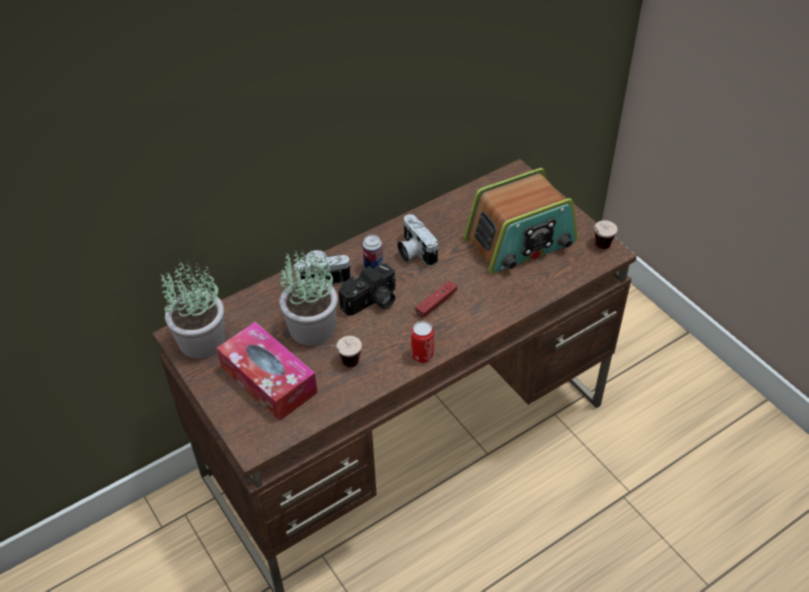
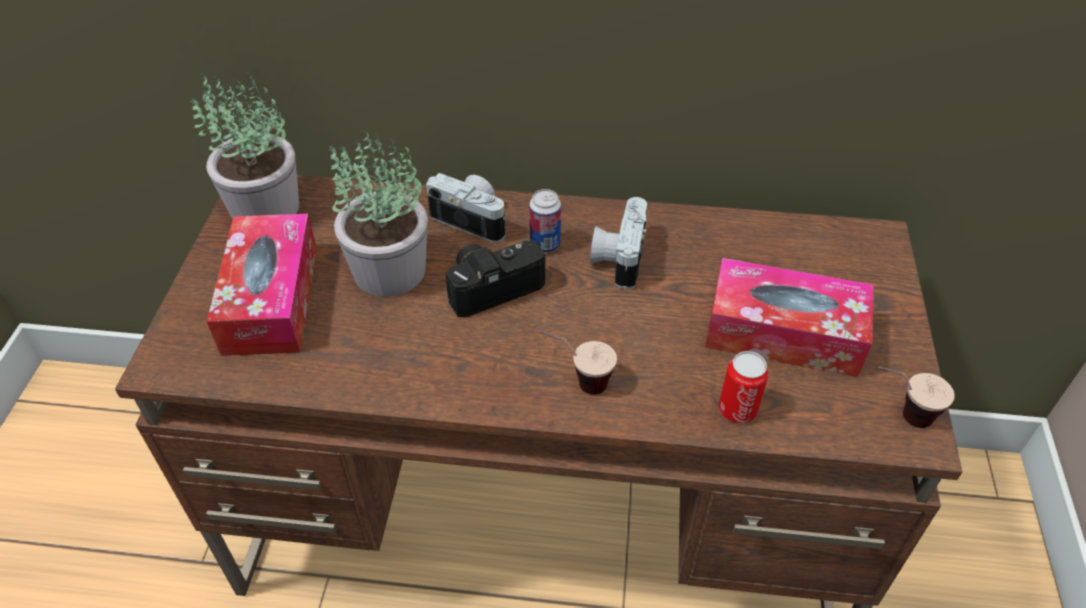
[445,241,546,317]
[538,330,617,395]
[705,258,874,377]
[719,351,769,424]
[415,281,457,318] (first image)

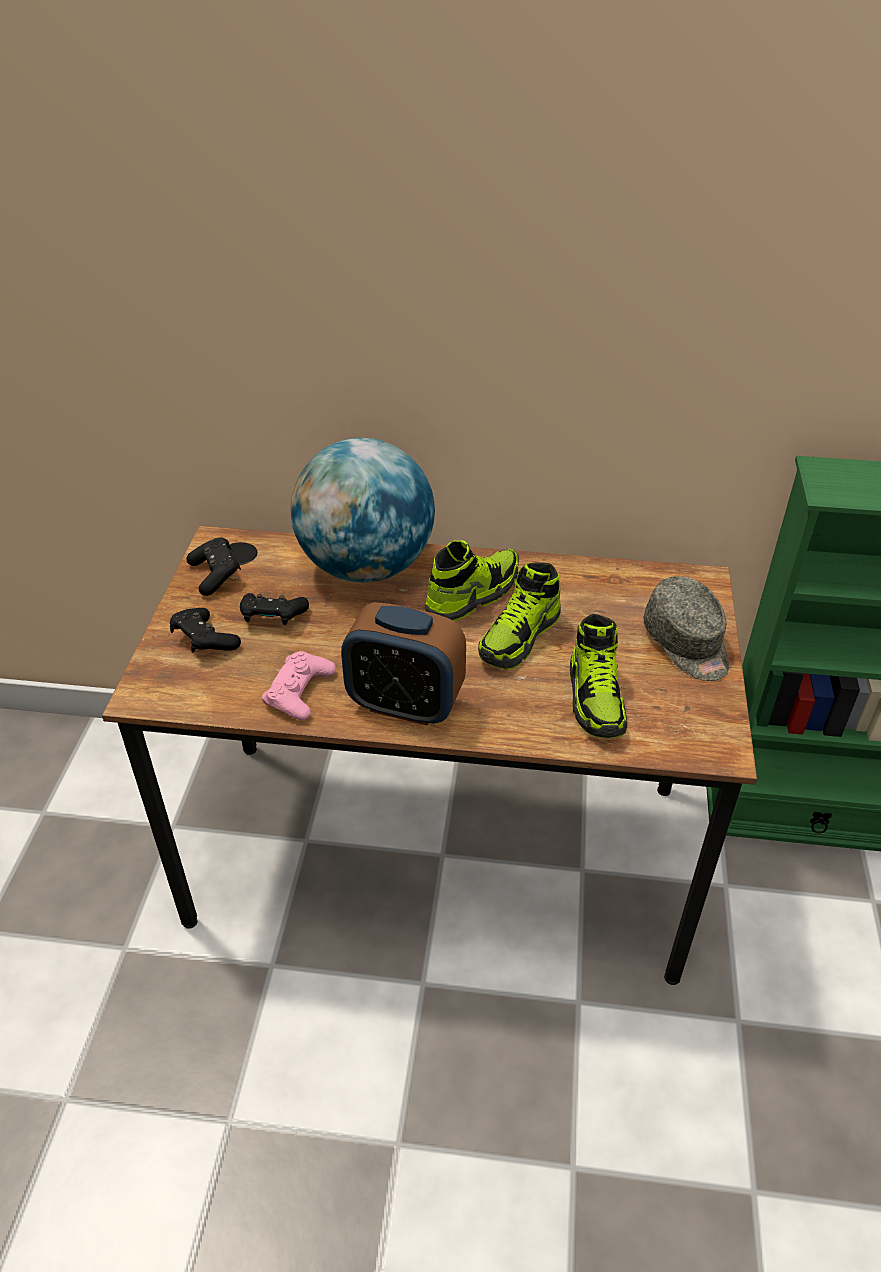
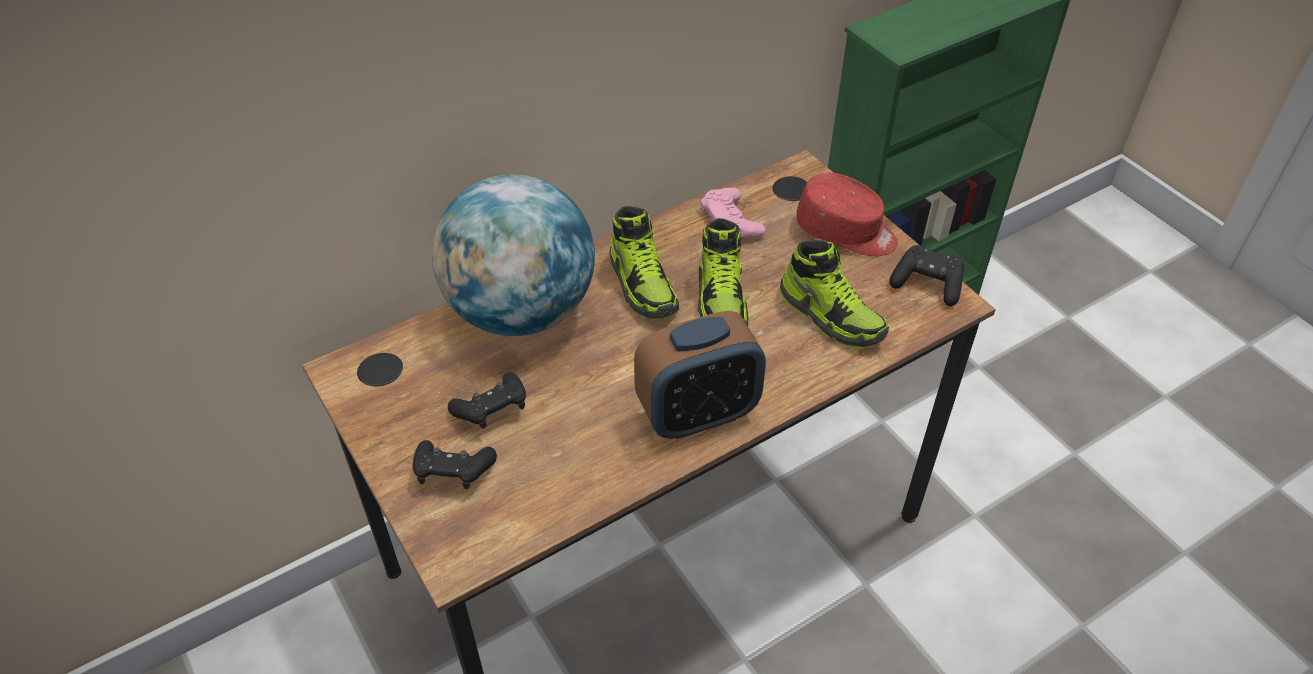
[610,206,679,319]
[700,188,766,238]
[796,172,898,256]
[890,245,964,306]

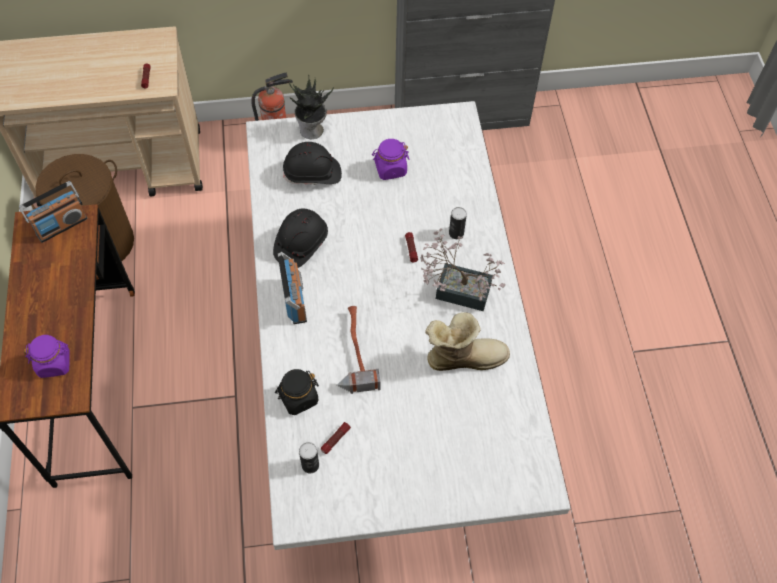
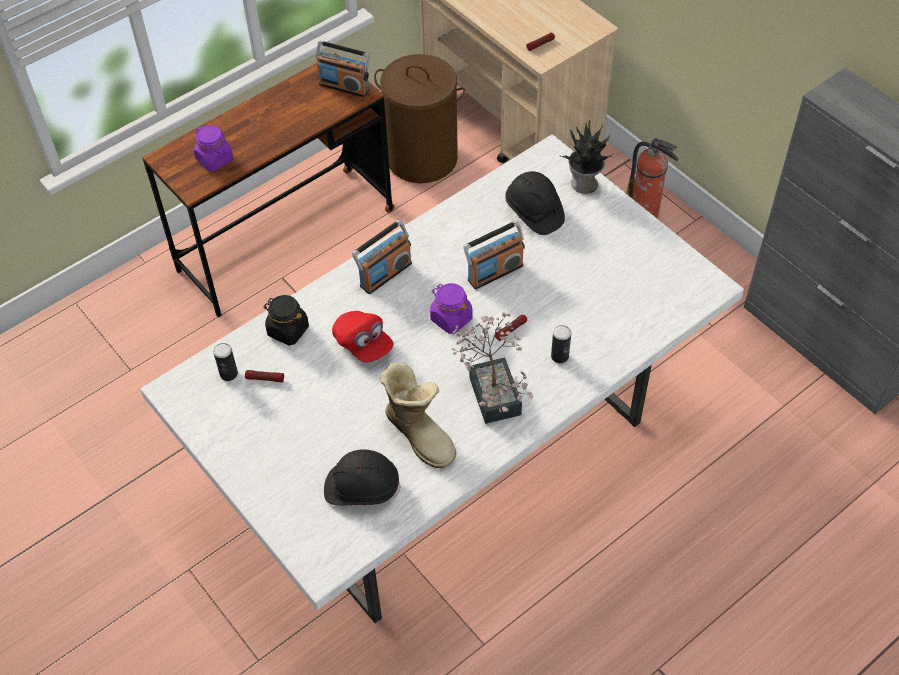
[324,449,401,506]
[332,311,393,362]
[430,283,473,334]
[463,221,525,290]

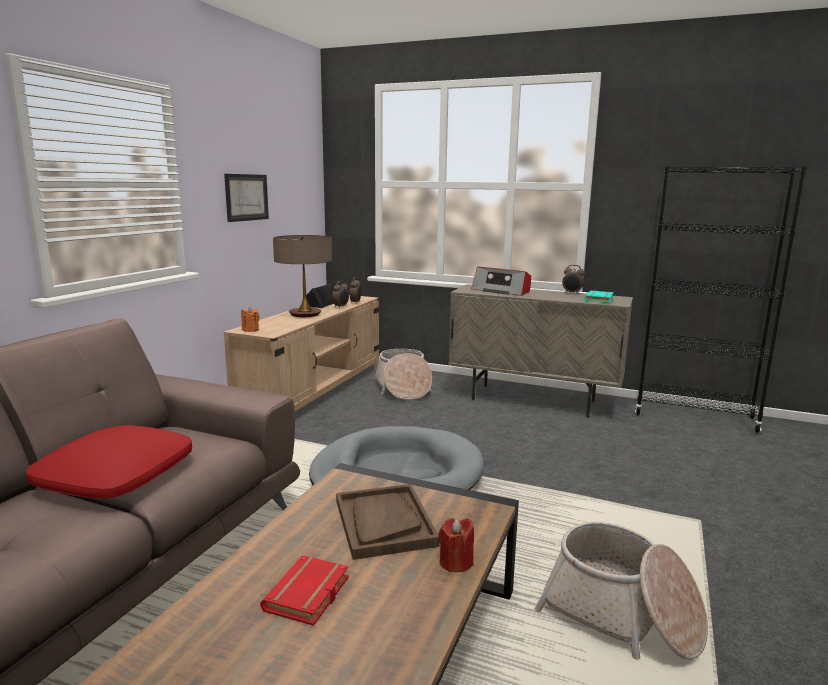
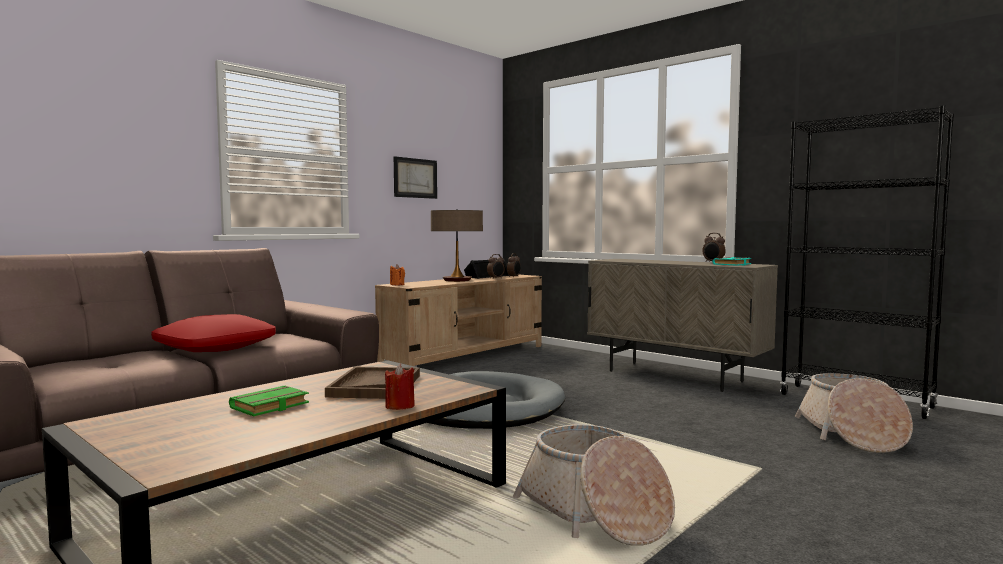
[229,386,309,416]
[795,373,913,453]
[471,266,531,296] (first image)

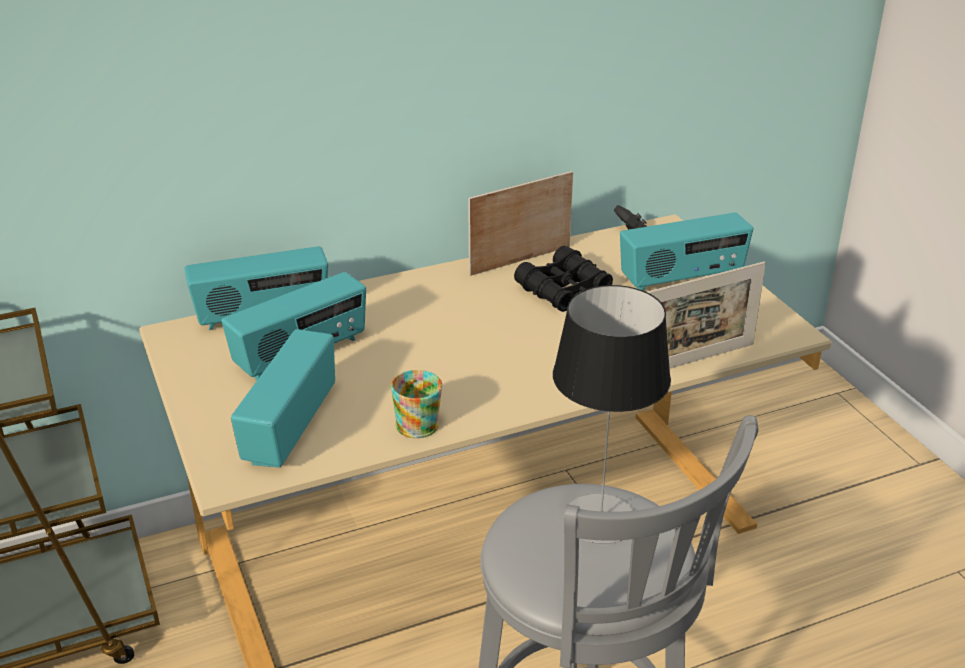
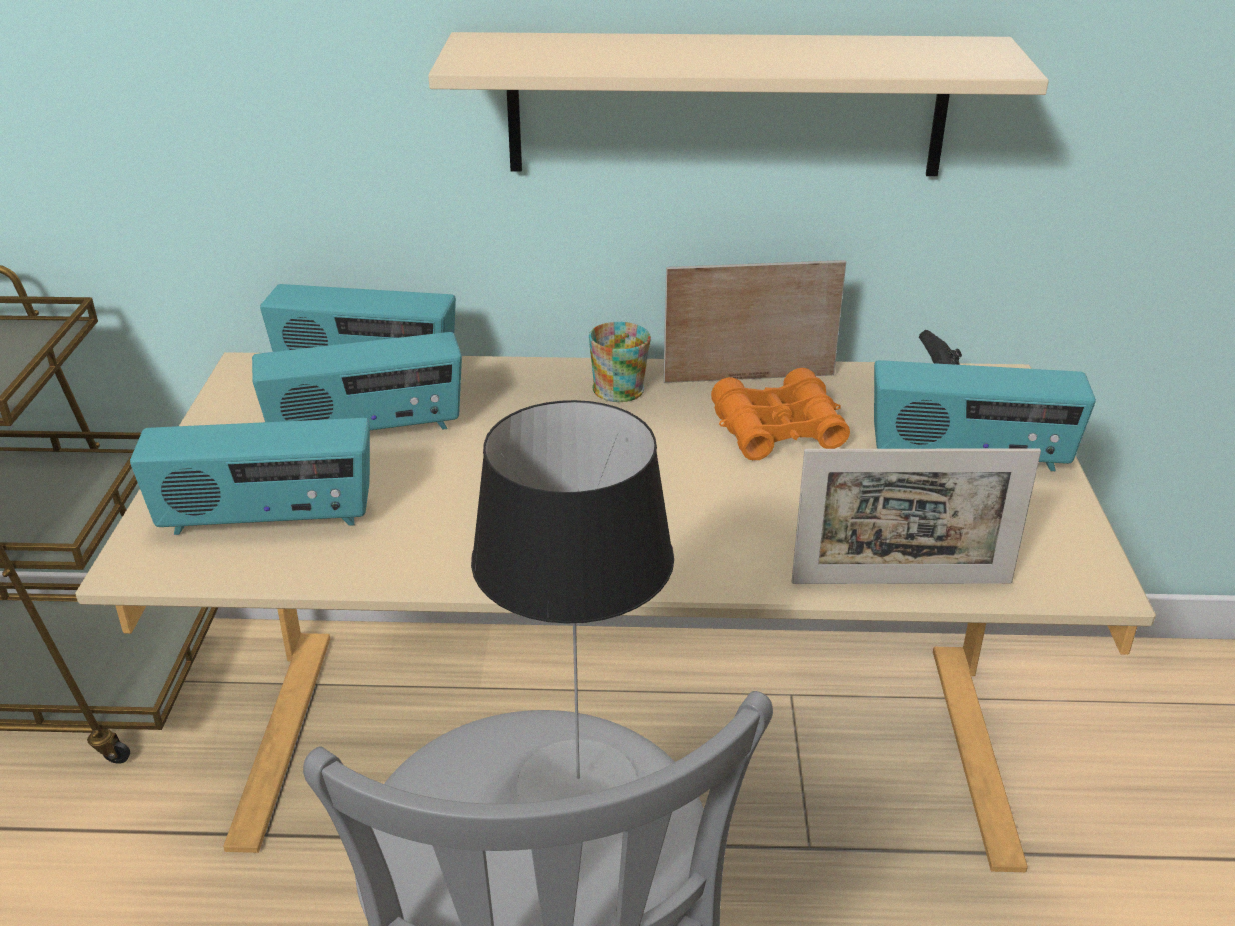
[130,418,370,535]
[428,32,1049,176]
[589,322,651,402]
[711,368,850,460]

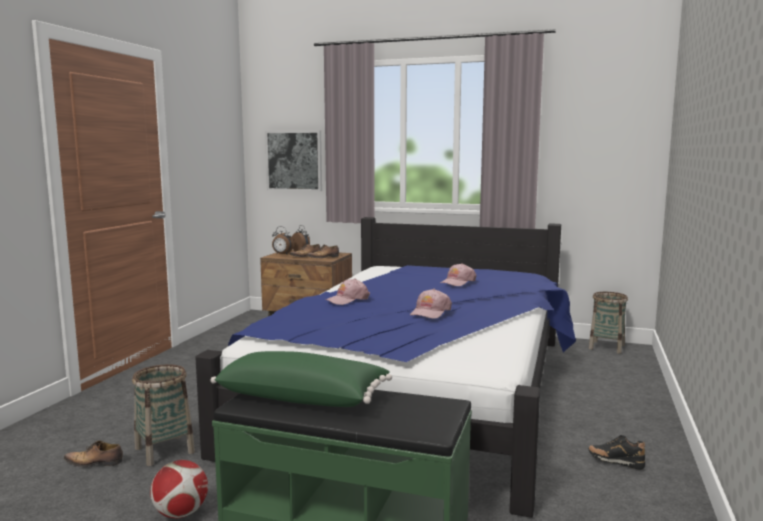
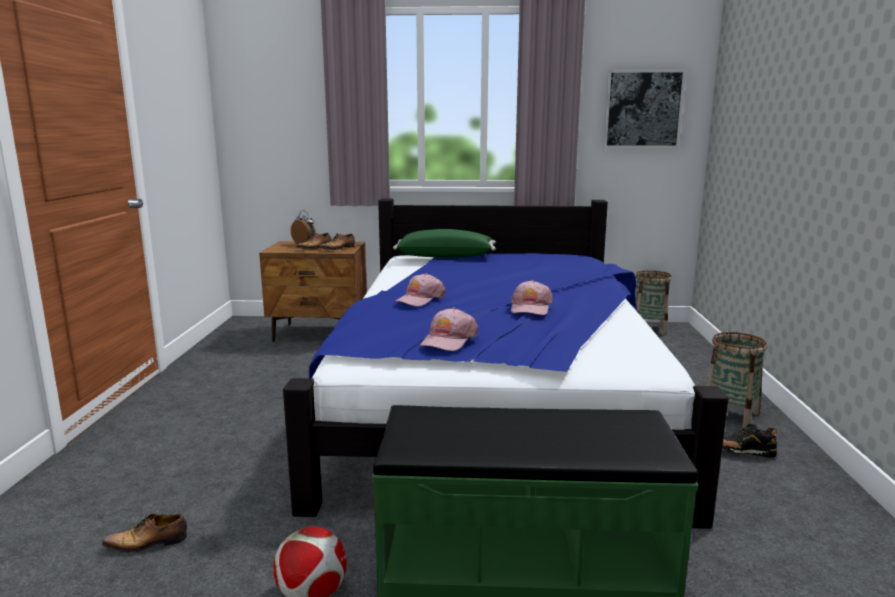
[393,229,496,258]
[420,308,478,351]
[603,69,686,148]
[706,332,767,428]
[272,226,294,255] (first image)

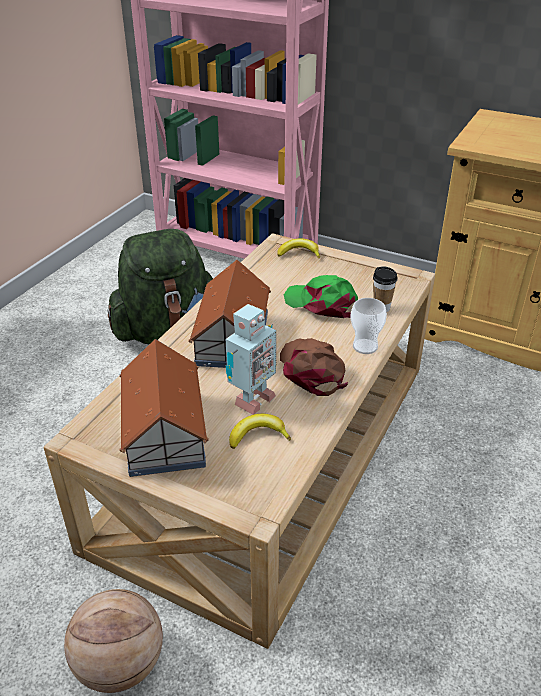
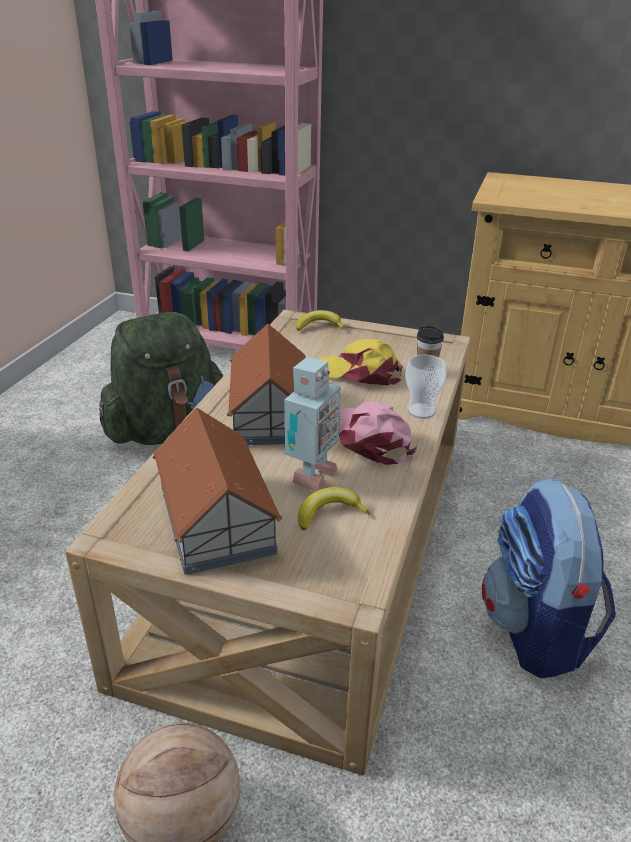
[319,339,402,385]
[339,401,417,465]
[482,478,616,679]

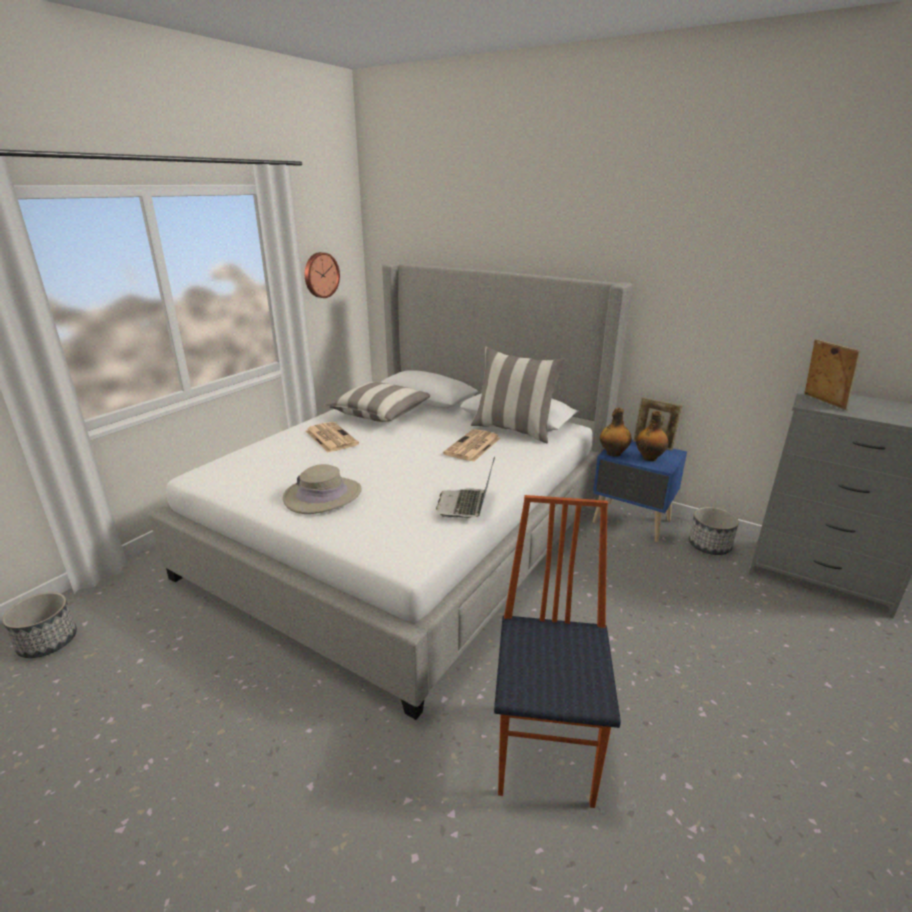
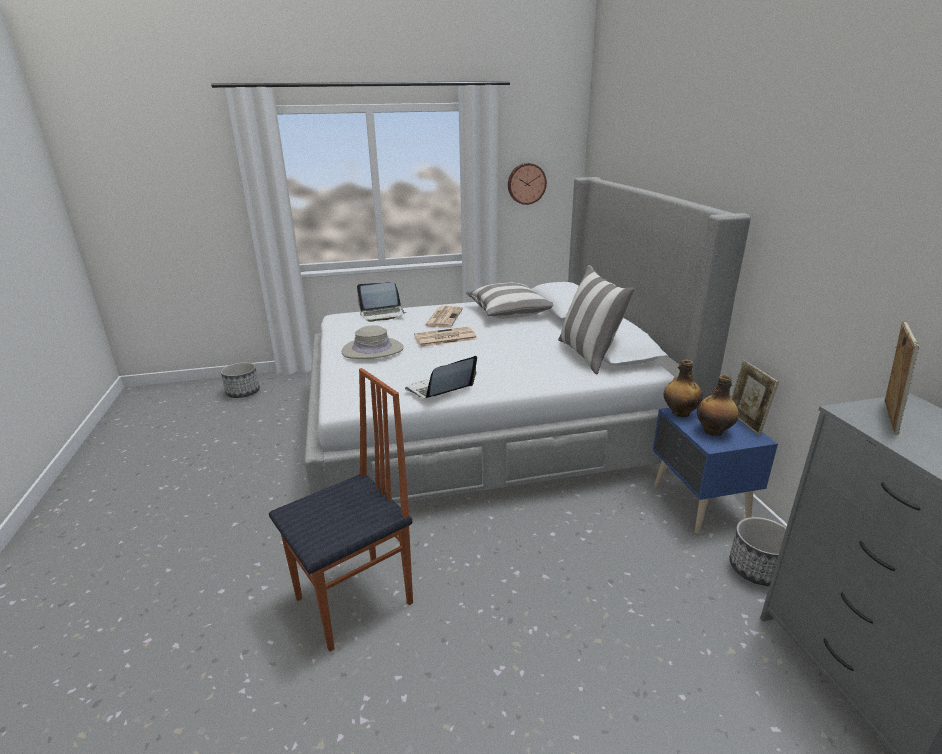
[357,282,407,322]
[414,327,477,347]

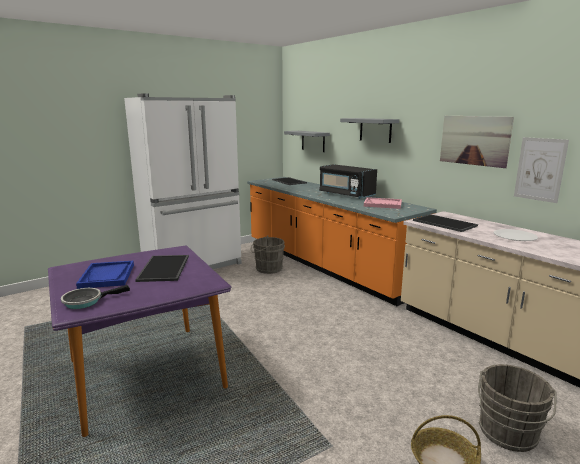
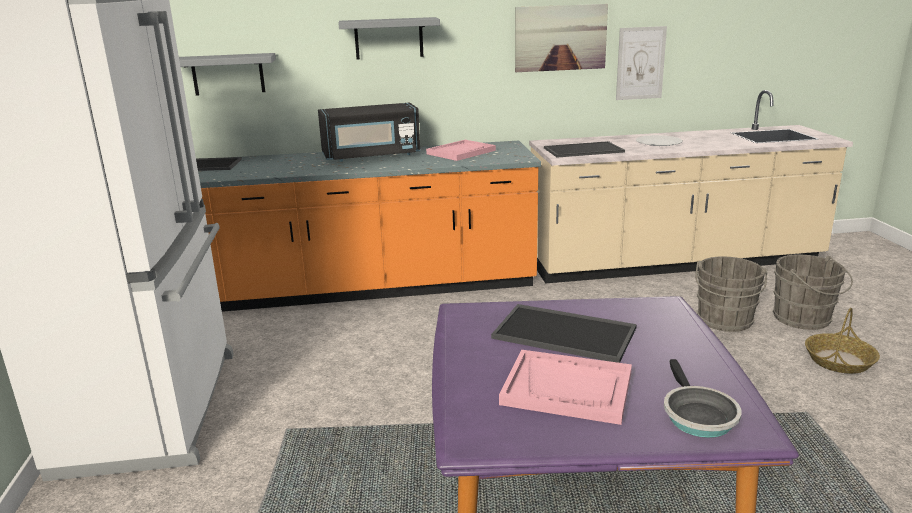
[499,350,632,425]
[695,257,767,332]

